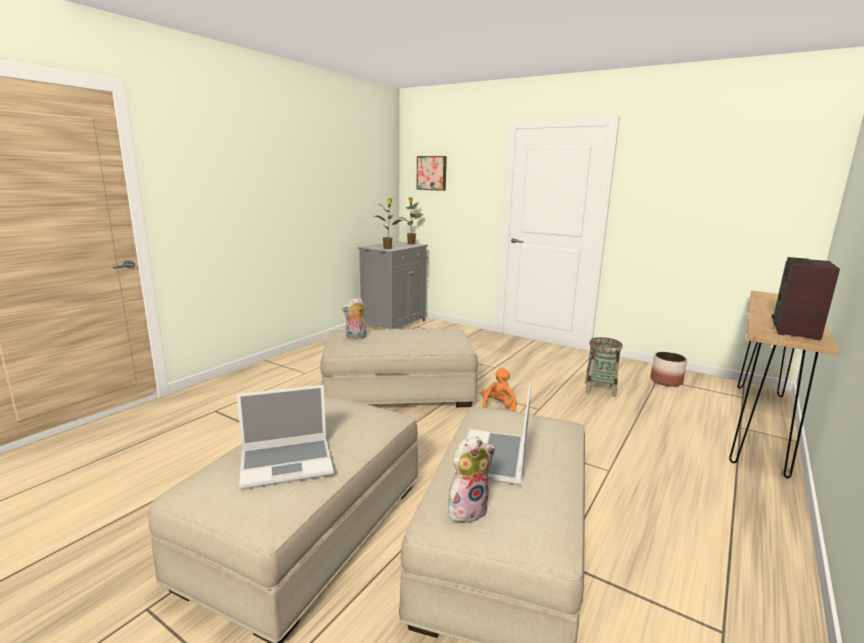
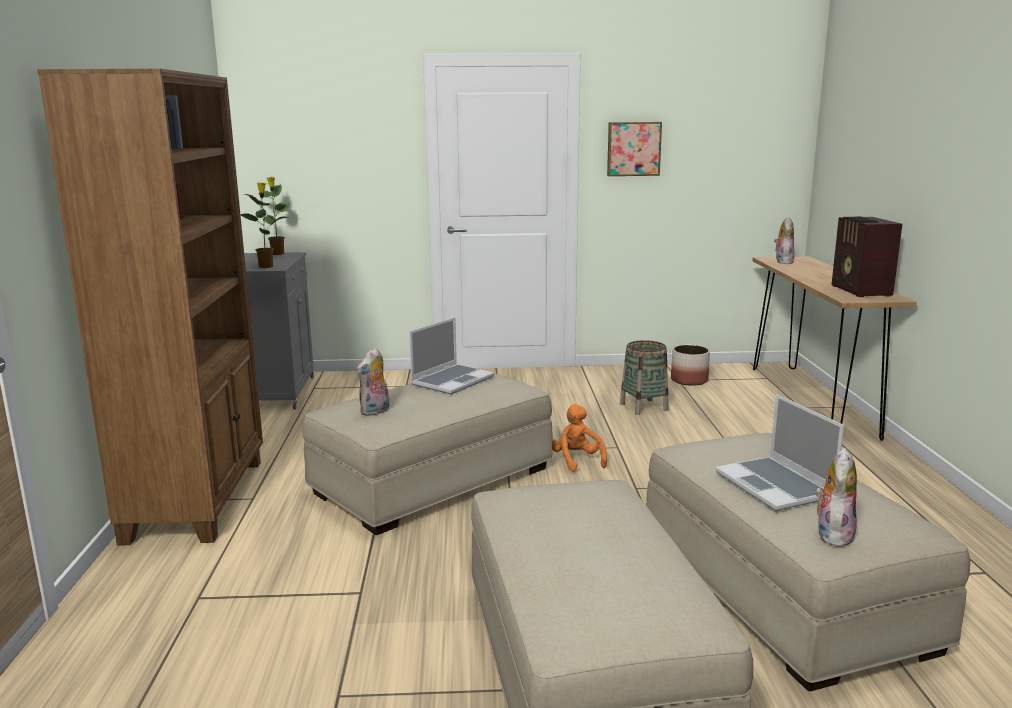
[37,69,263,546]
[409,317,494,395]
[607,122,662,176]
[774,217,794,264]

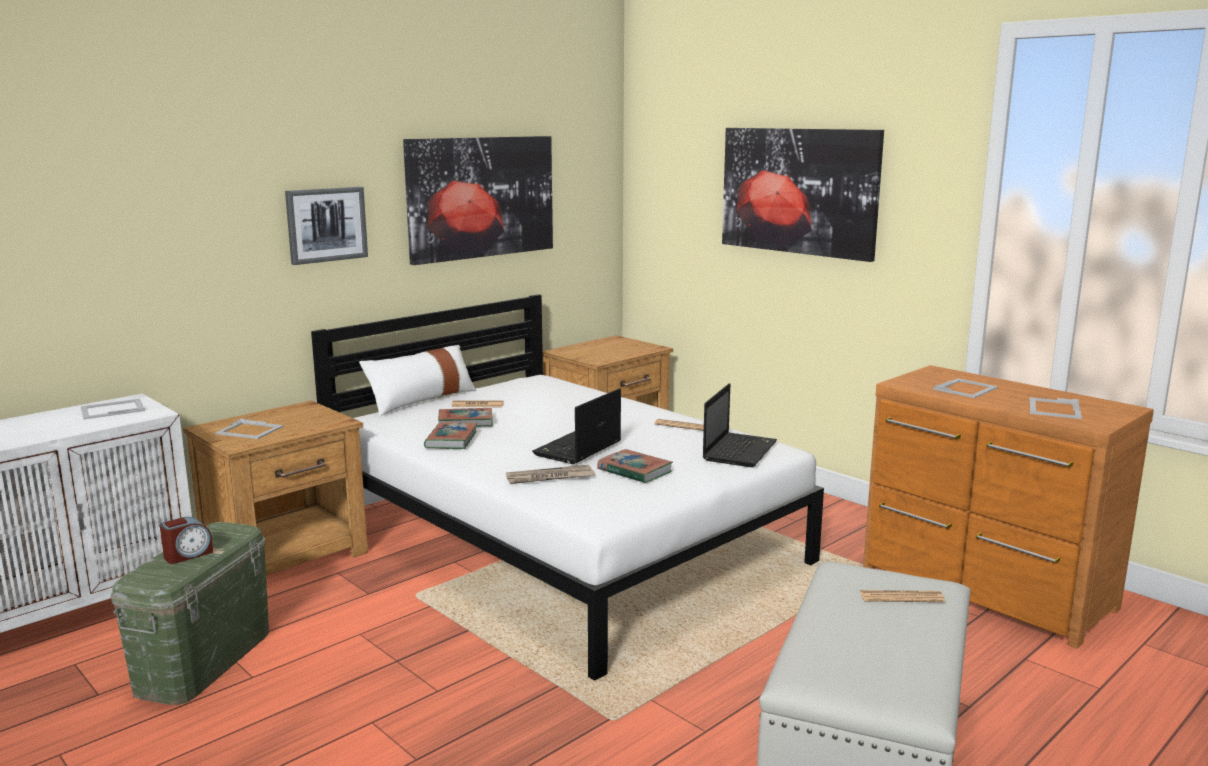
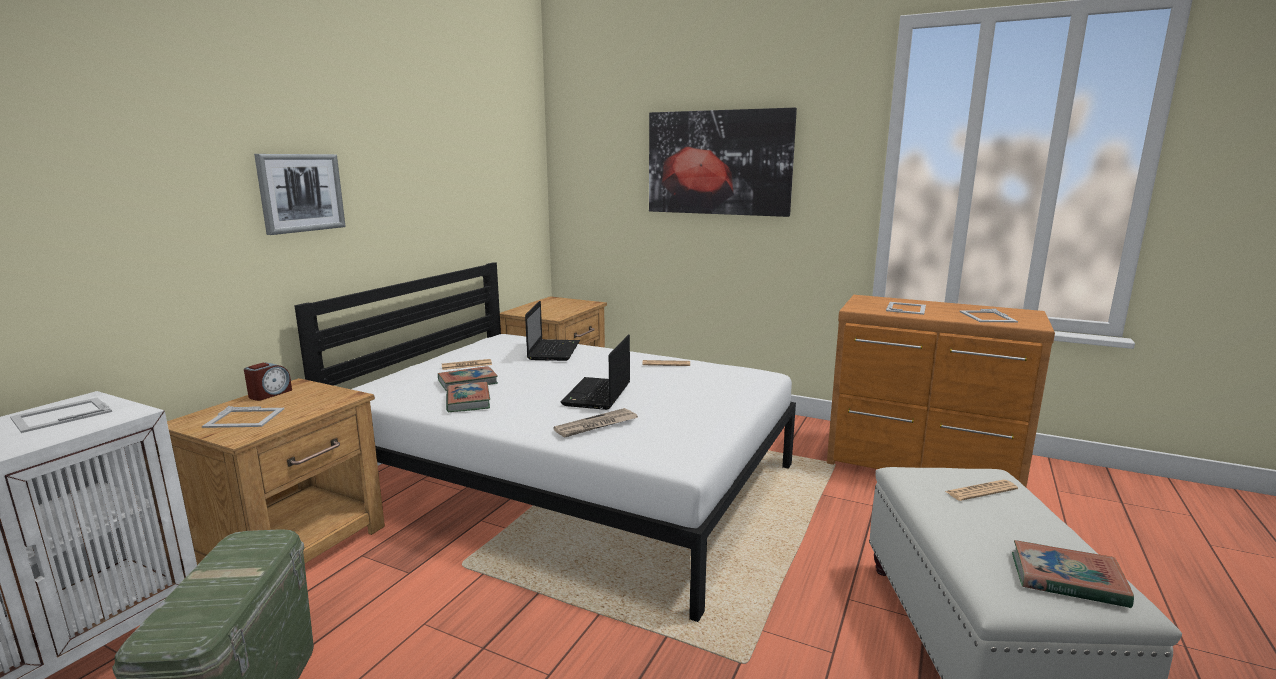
[244,363,292,401]
[525,301,580,361]
[1012,540,1134,608]
[359,345,476,416] (first image)
[403,136,553,265] (first image)

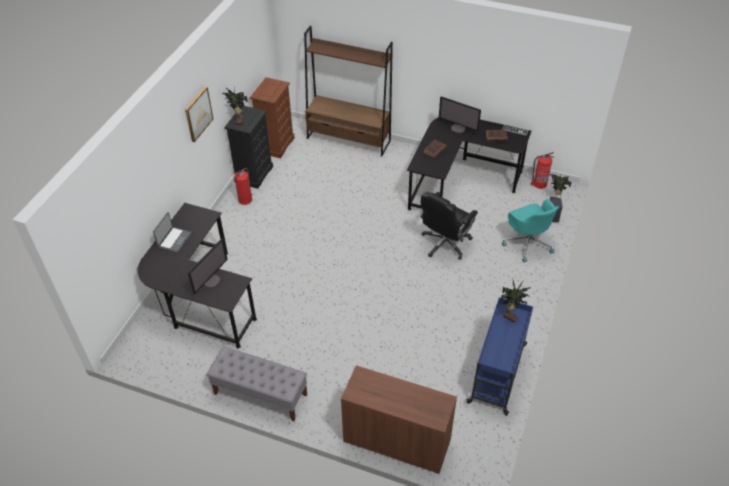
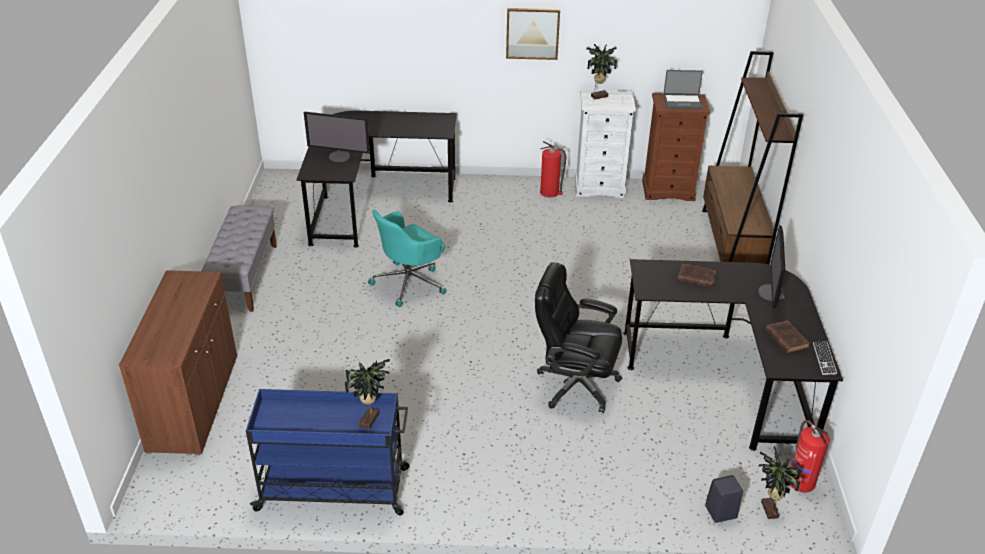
[368,210,447,307]
[575,90,636,198]
[663,70,703,109]

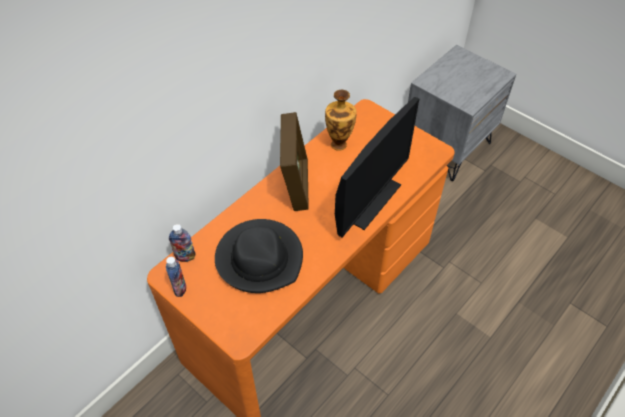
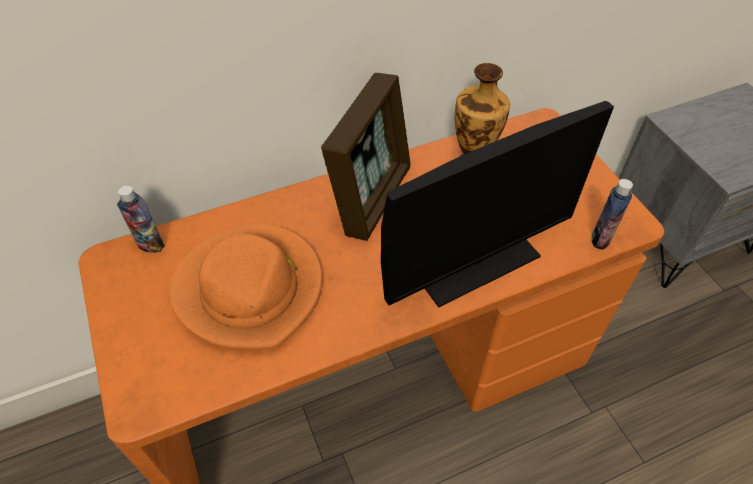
[170,224,323,350]
[591,179,633,250]

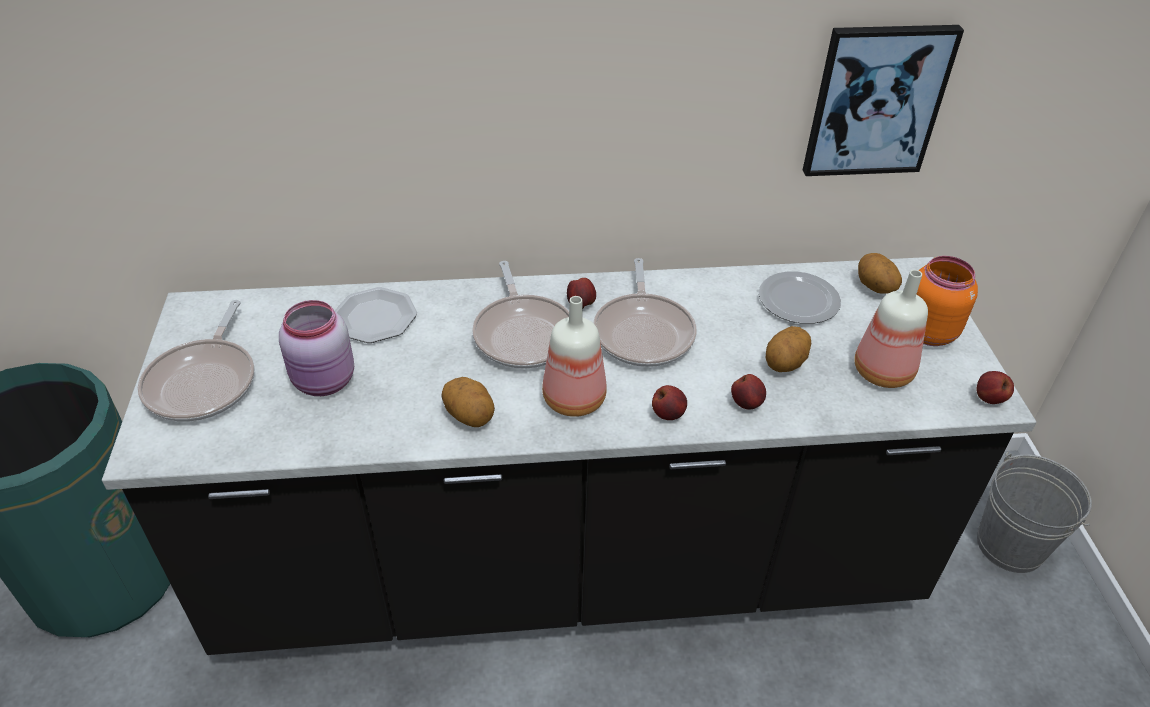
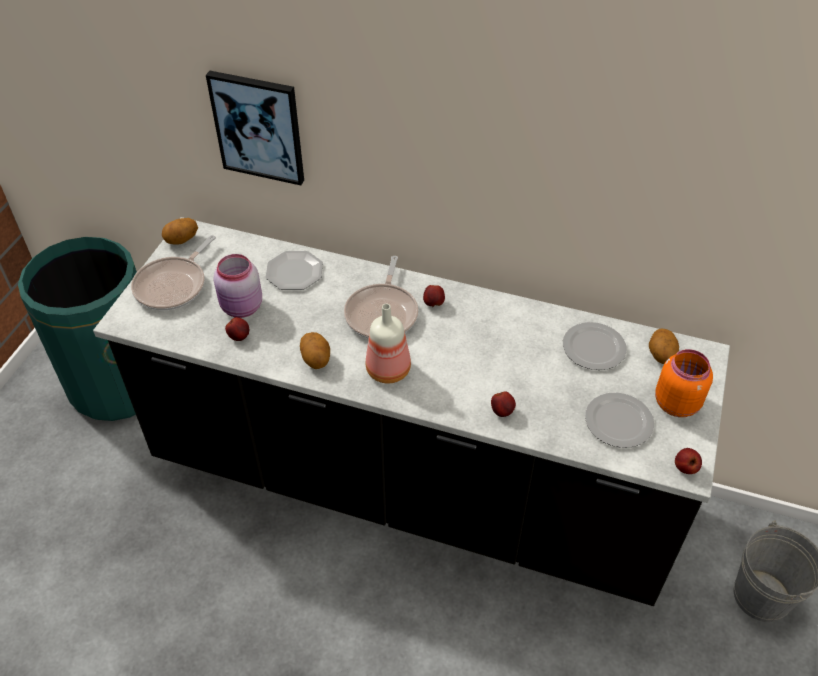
[162,218,198,245]
[206,71,304,185]
[225,317,249,341]
[585,393,654,448]
[594,258,697,367] (first image)

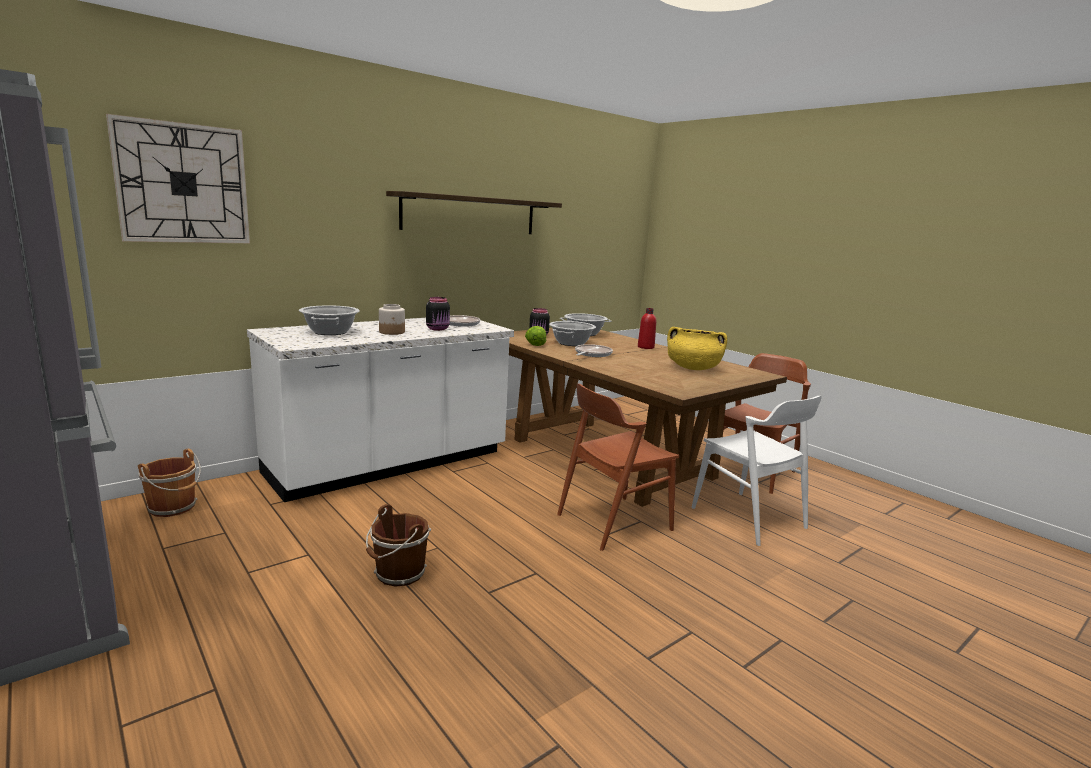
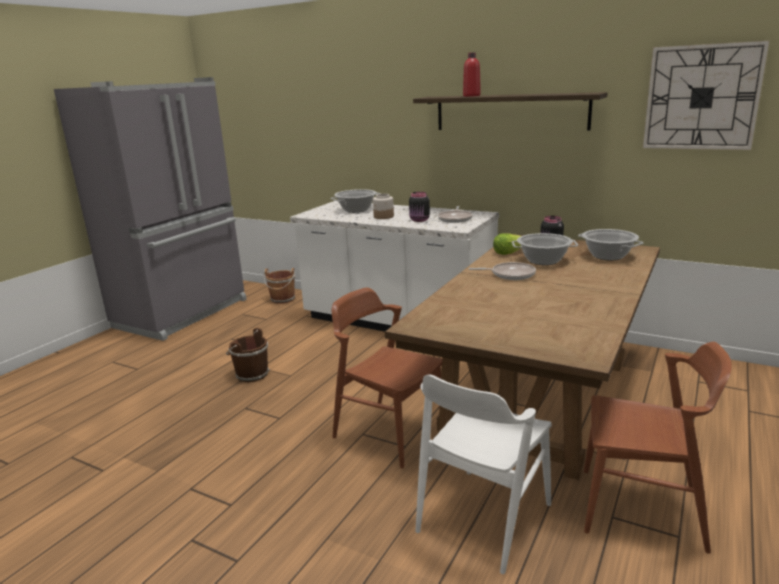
[463,52,481,97]
[643,41,769,150]
[667,327,727,370] (first image)

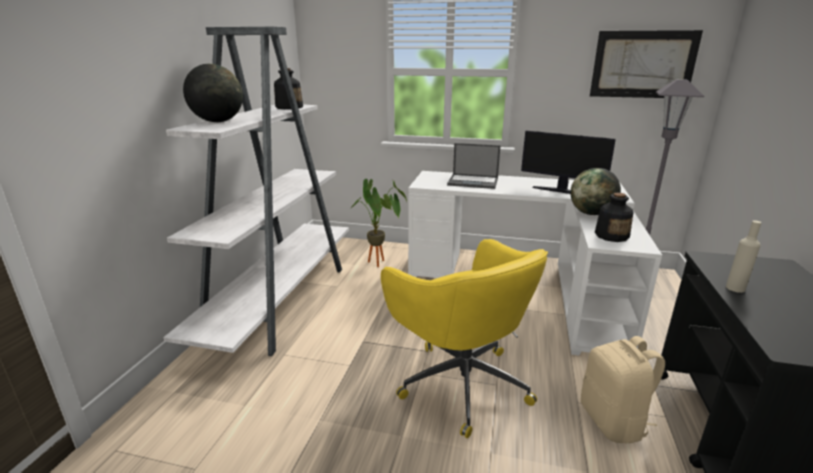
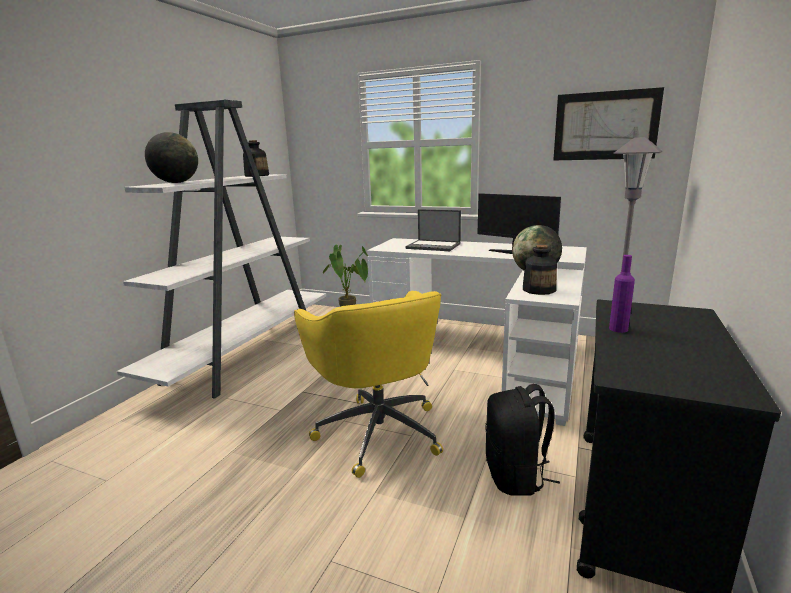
[485,384,560,496]
[609,255,635,333]

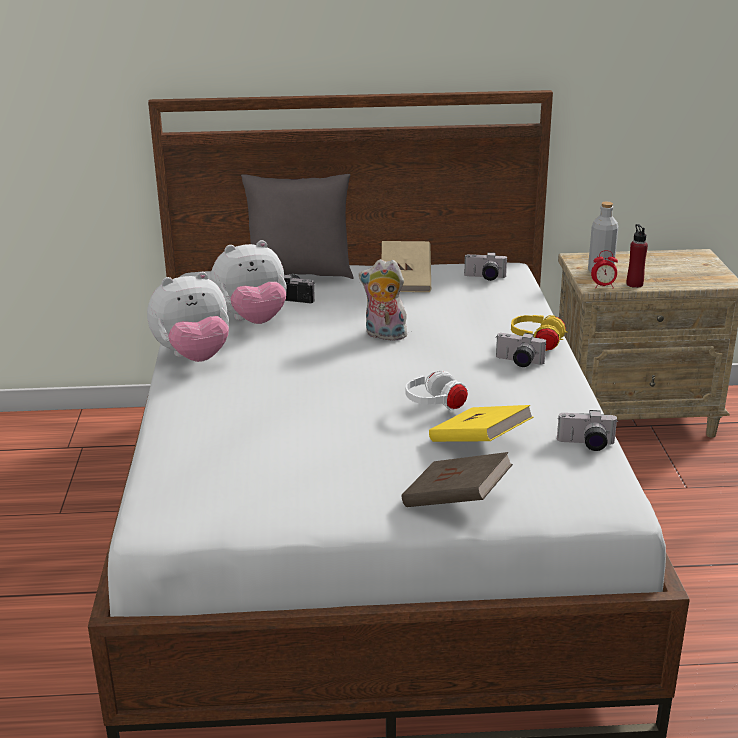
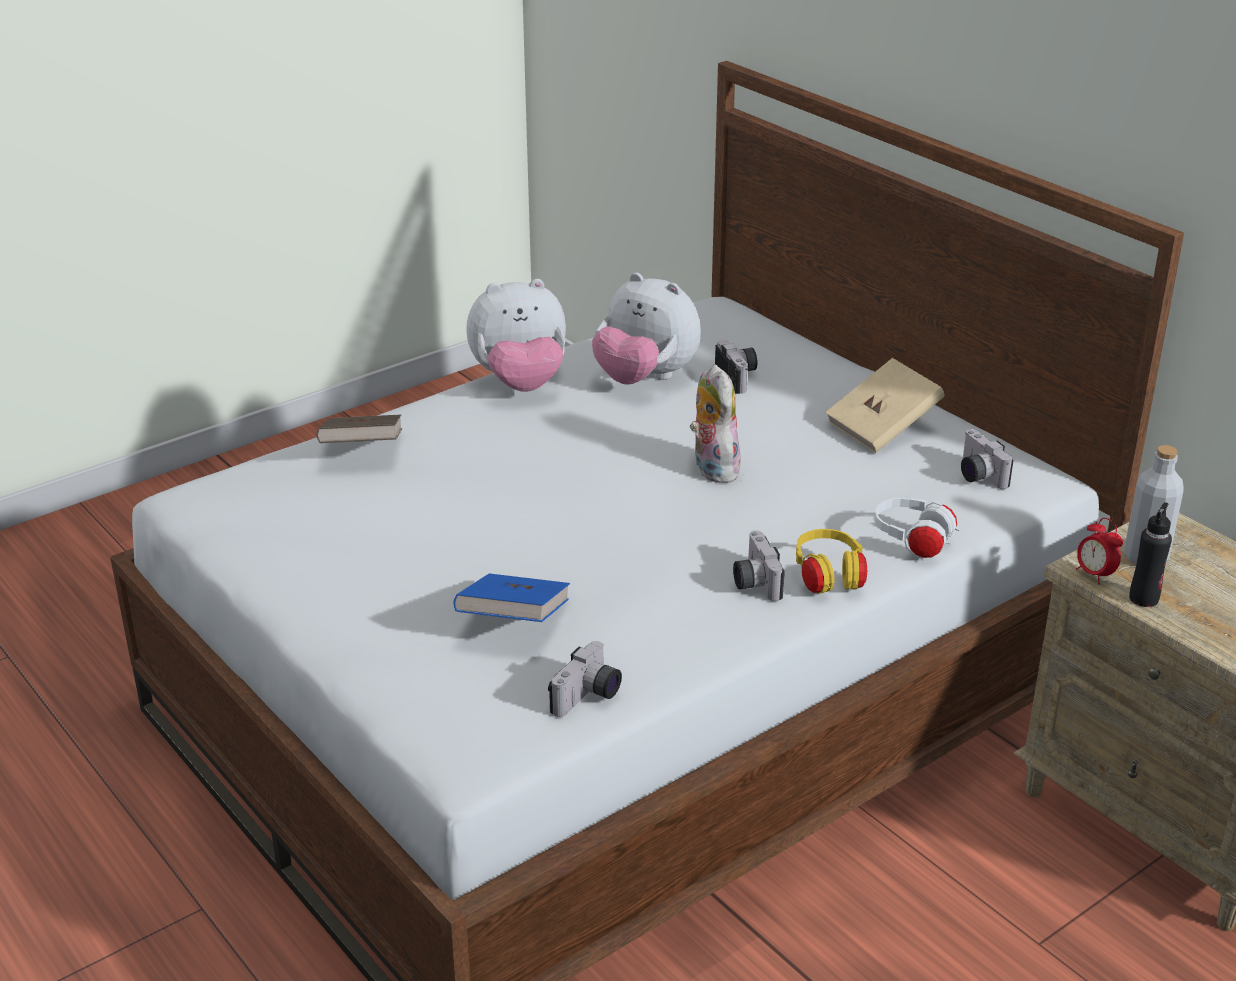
[316,414,402,443]
[454,573,570,622]
[466,279,566,392]
[548,641,622,717]
[874,498,960,558]
[1129,502,1172,607]
[241,174,353,279] (first image)

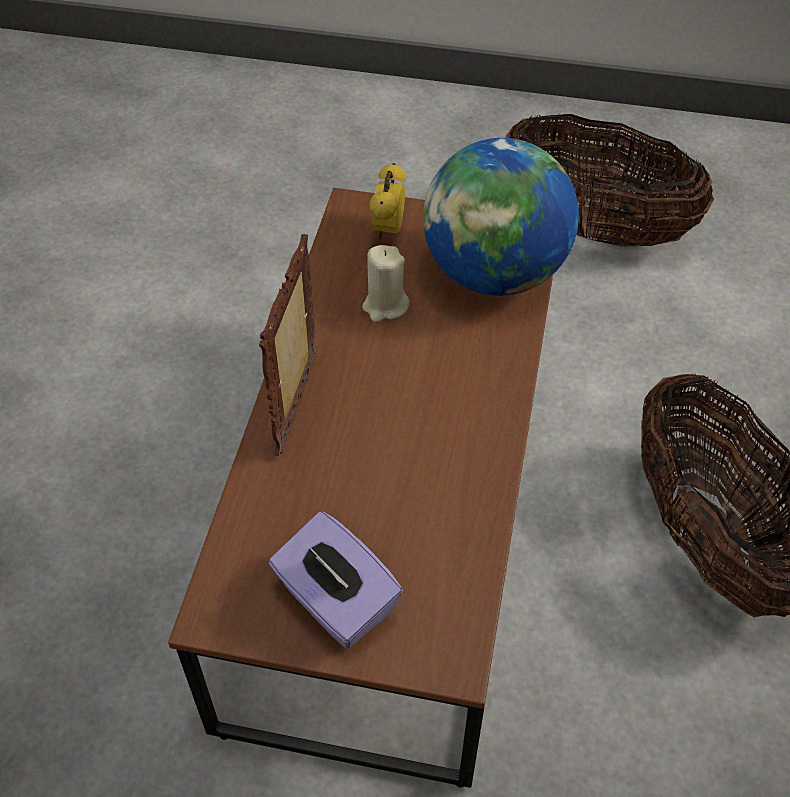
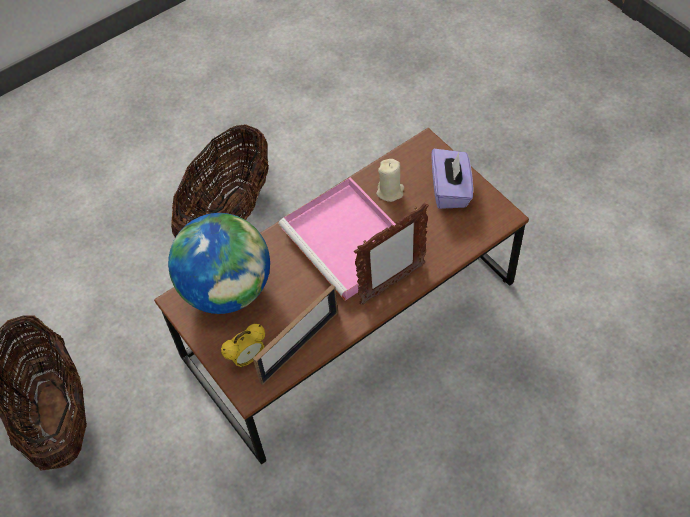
[253,285,338,385]
[279,177,396,300]
[376,159,404,202]

